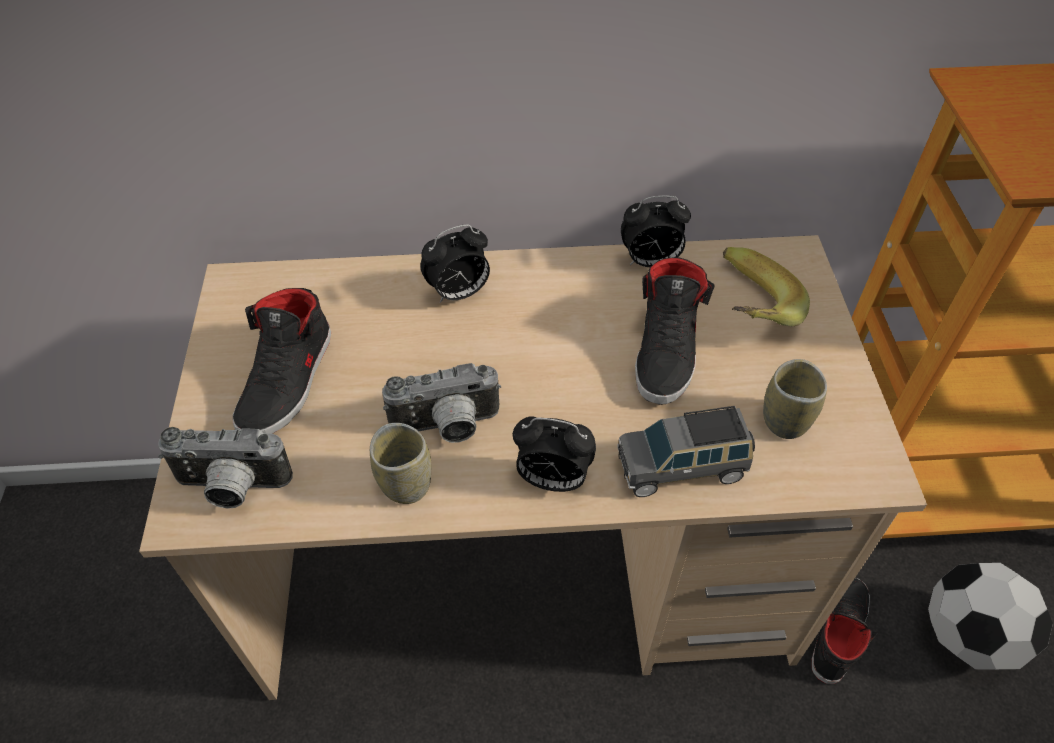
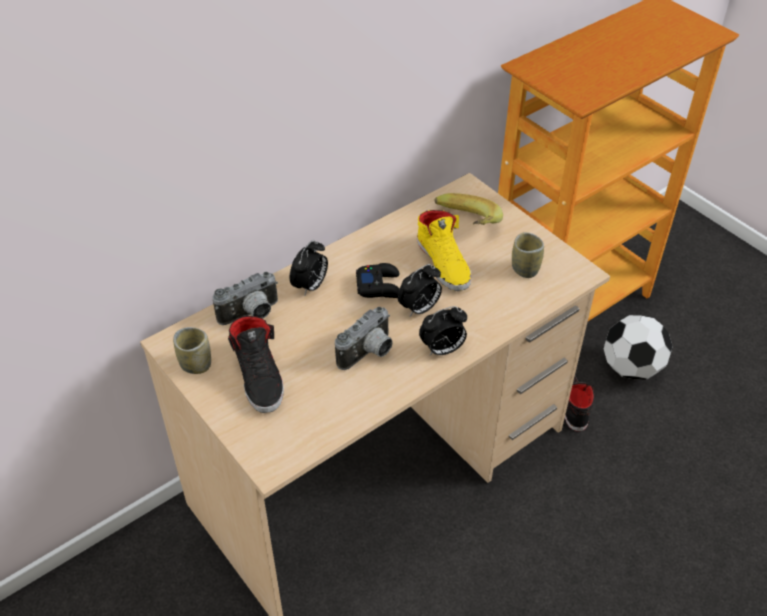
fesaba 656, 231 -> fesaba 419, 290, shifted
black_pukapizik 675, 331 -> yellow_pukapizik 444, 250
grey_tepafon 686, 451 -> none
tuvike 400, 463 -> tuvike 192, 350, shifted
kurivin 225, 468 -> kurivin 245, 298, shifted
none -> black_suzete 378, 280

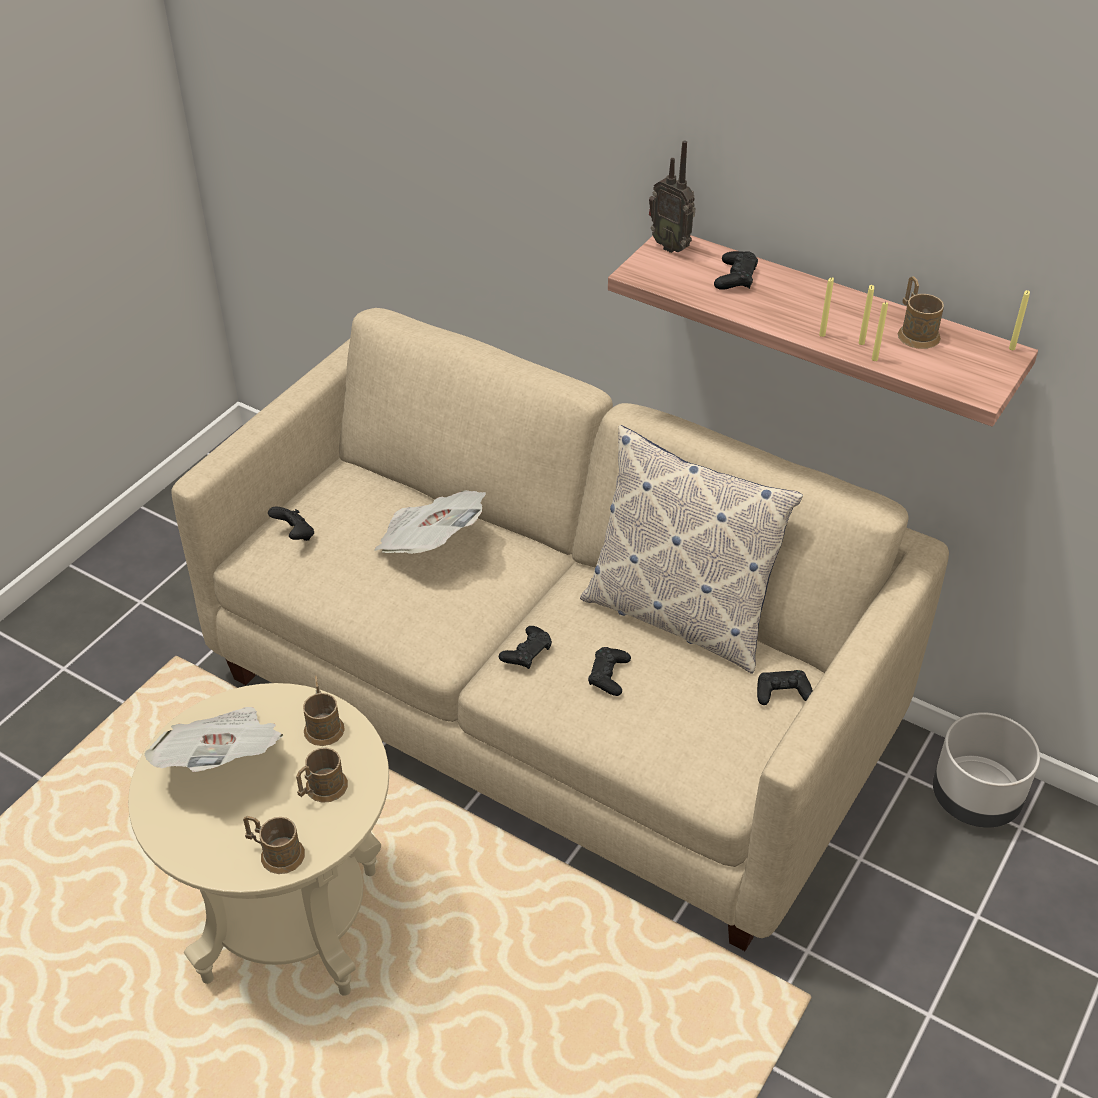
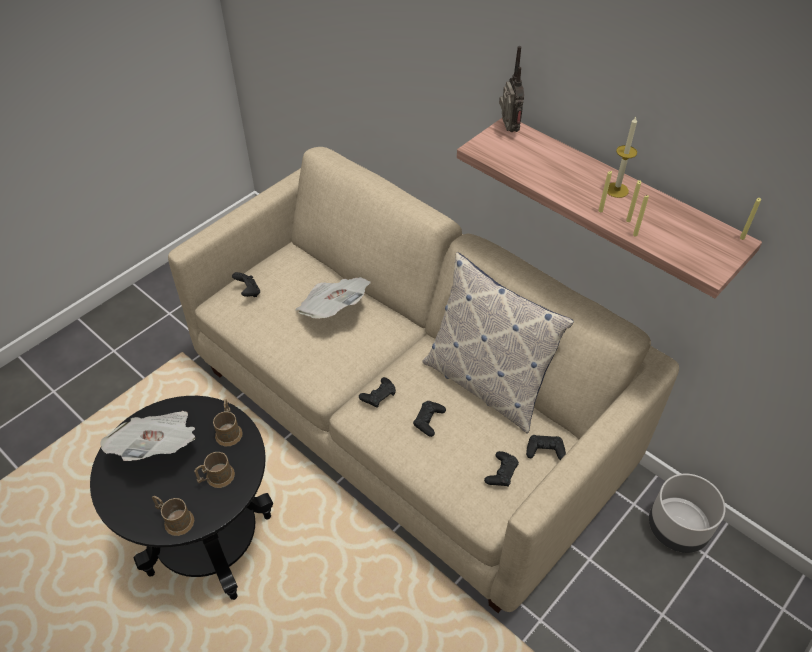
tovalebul 672, 196 -> tovalebul 511, 89, 150 degrees counterclockwise
black_suzete 736, 270 -> black_suzete 501, 468, shifted
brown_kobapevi 921, 312 -> none
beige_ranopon 258, 839 -> black_ranopon 181, 498
none -> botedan 622, 157

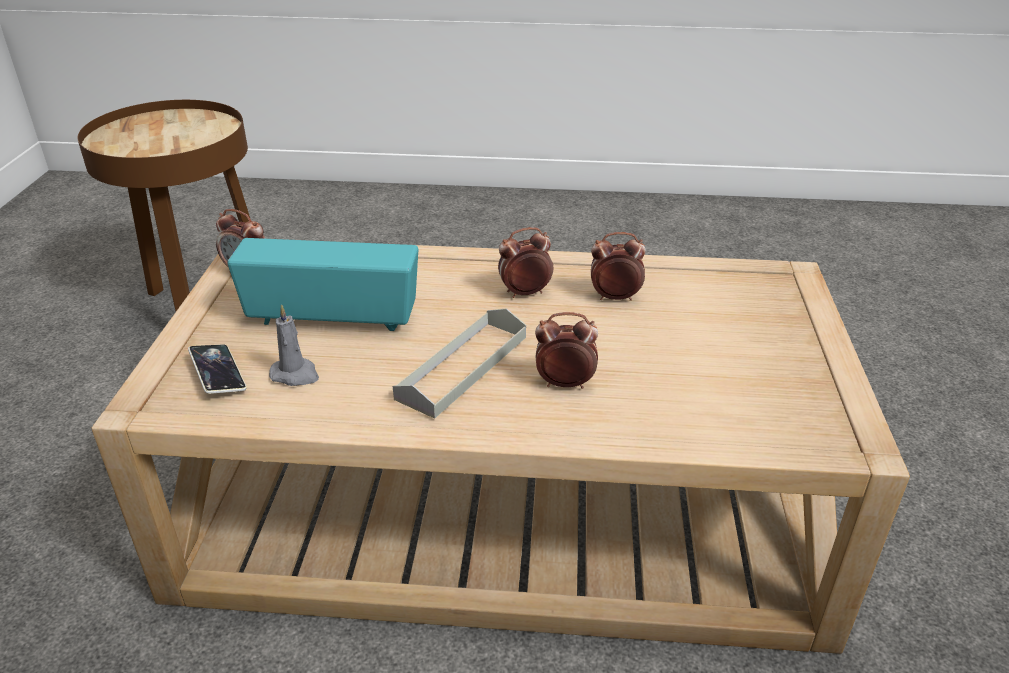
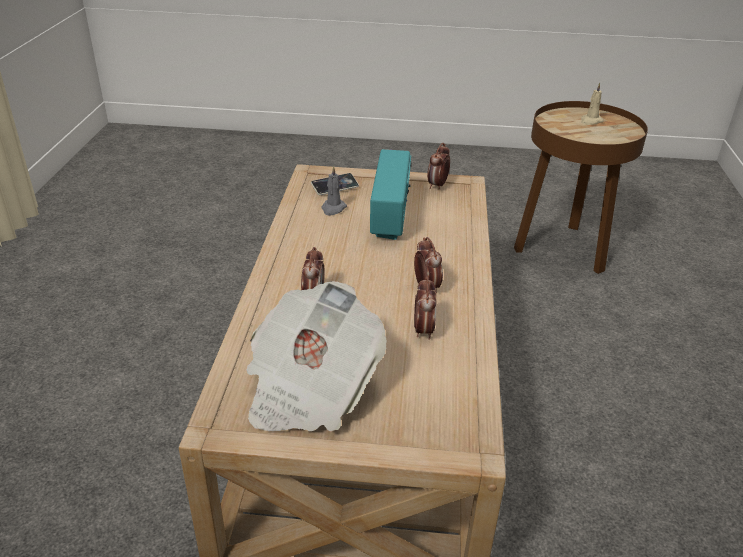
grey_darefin 459, 363 -> none
none -> beige_botedan 592, 104
none -> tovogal 316, 356

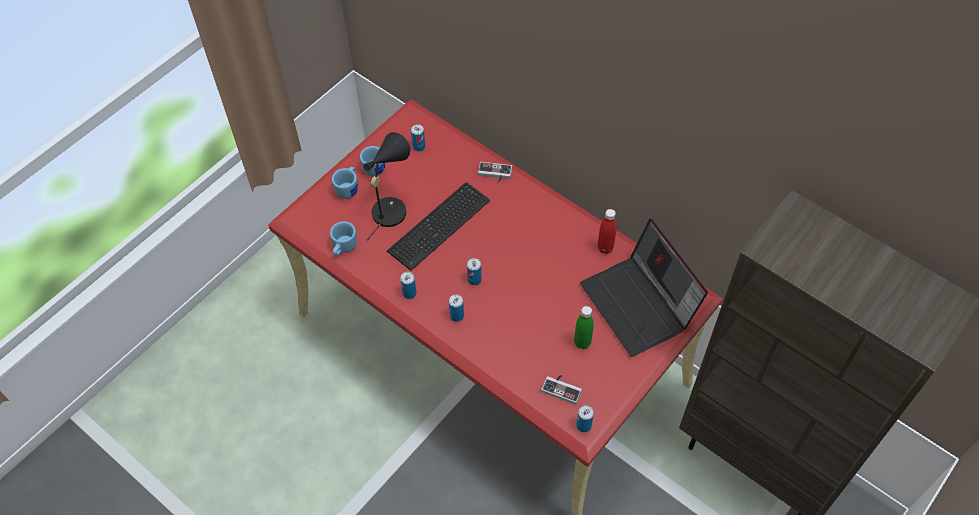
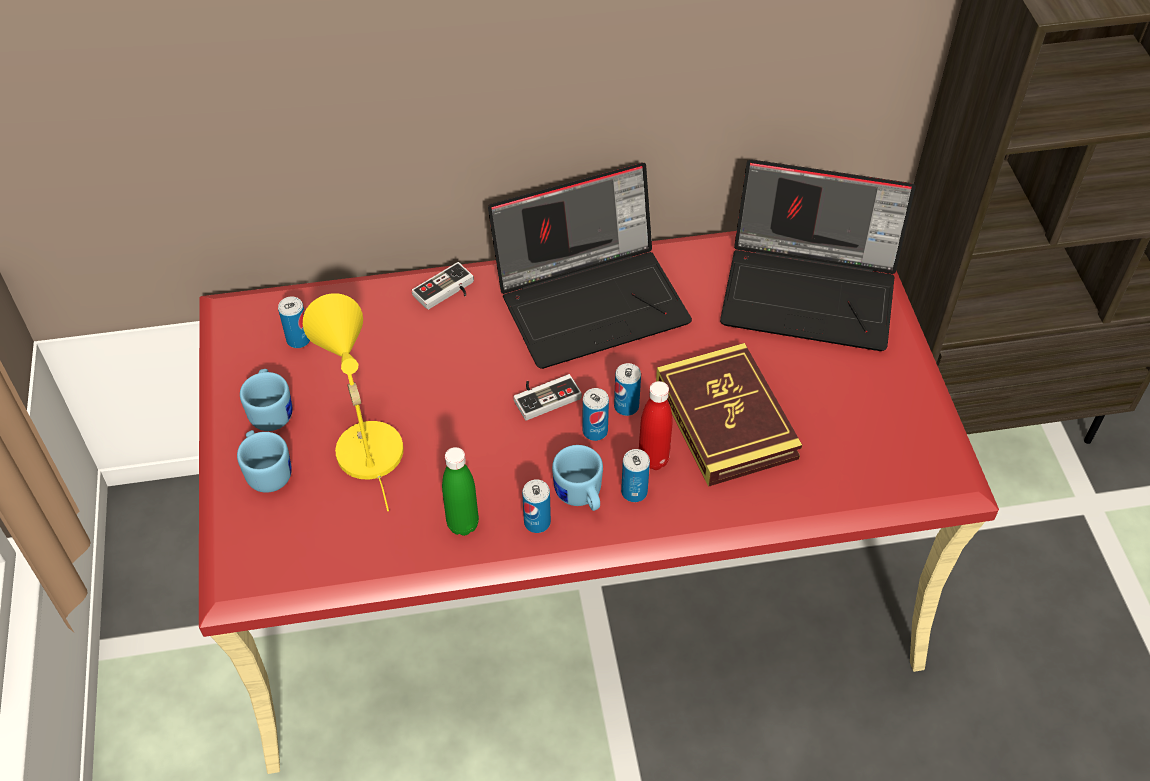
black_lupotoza 386, 186 -> yellow_lupotoza 353, 402
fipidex 438, 226 -> none
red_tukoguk 607, 231 -> red_tukoguk 656, 425, shifted
blue_kobapevi 343, 238 -> blue_kobapevi 577, 478, shifted
green_tukoguk 584, 327 -> green_tukoguk 460, 491, shifted
suzete 561, 390 -> suzete 547, 397, shifted
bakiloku 585, 418 -> bakiloku 627, 389, shifted
none -> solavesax 590, 265
none -> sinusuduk 729, 415

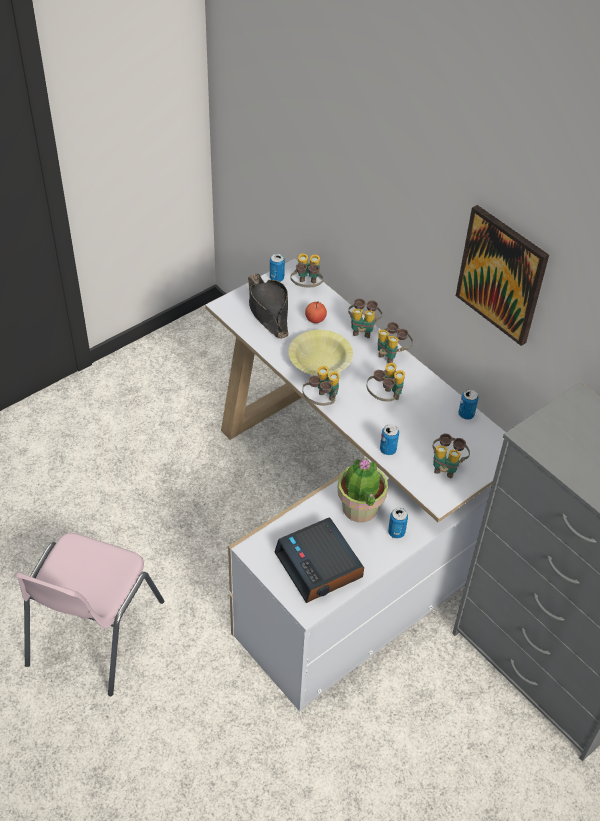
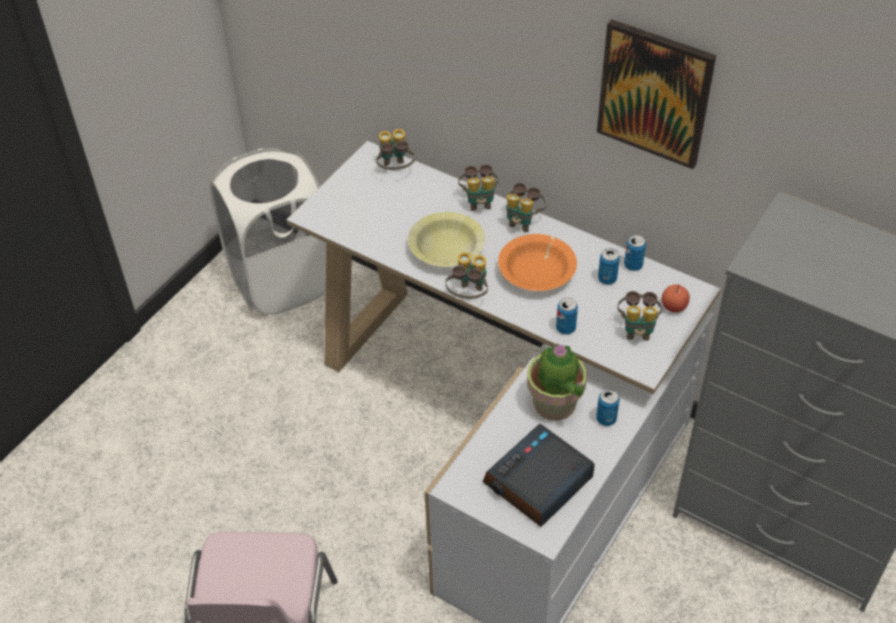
bakiloku 277, 268 -> bakiloku 609, 266, shifted
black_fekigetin 268, 306 -> none
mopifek 316, 312 -> mopifek 676, 298, shifted
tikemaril 385, 382 -> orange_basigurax 537, 262
fesaba 319, 560 -> fesaba 539, 475, 90 degrees clockwise
none -> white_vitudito 268, 231

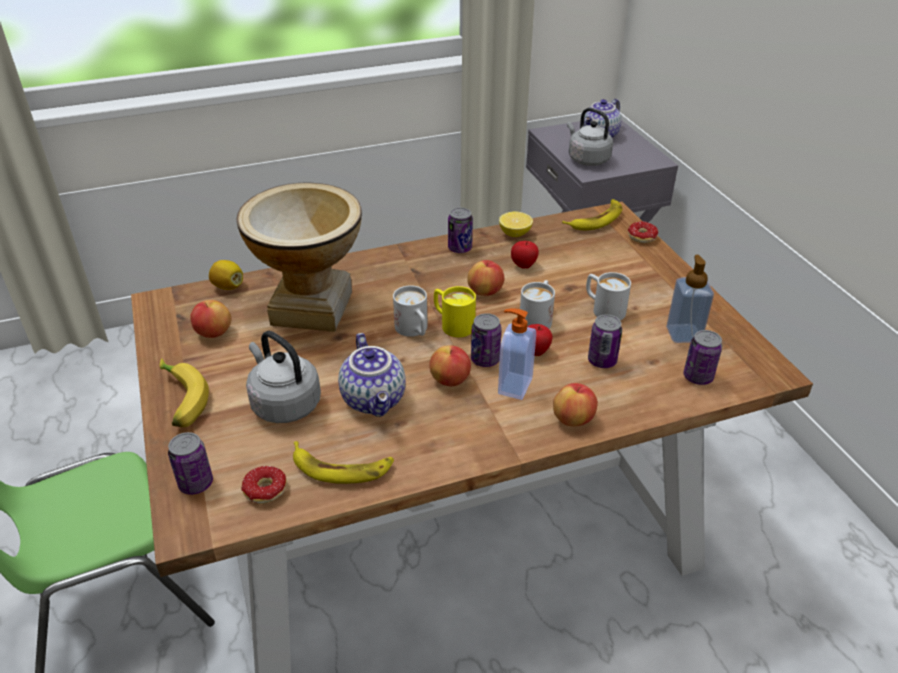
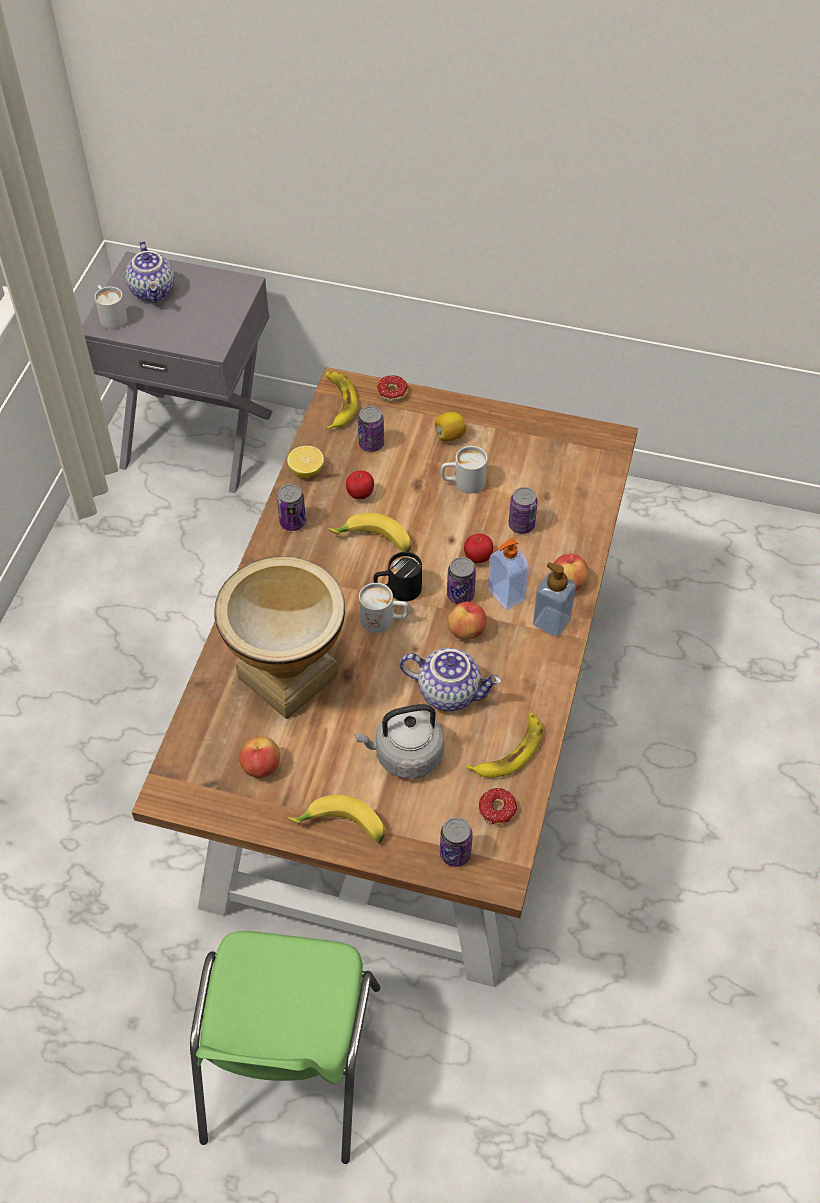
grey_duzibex 590, 137 -> none
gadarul 690, 299 -> gadarul 554, 599, shifted
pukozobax 226, 275 -> pukozobax 450, 427, shifted
mopifek 486, 278 -> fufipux 369, 532
white_kobapevi 537, 304 -> white_kobapevi 111, 307, shifted
yellow_kobapevi 455, 311 -> black_kobapevi 397, 576
bakiloku 702, 357 -> bakiloku 371, 429, shifted

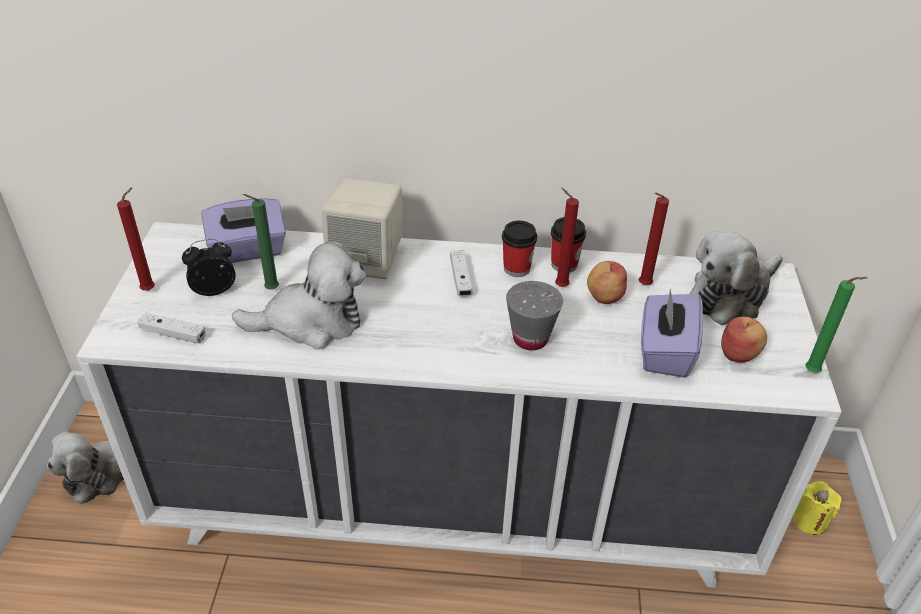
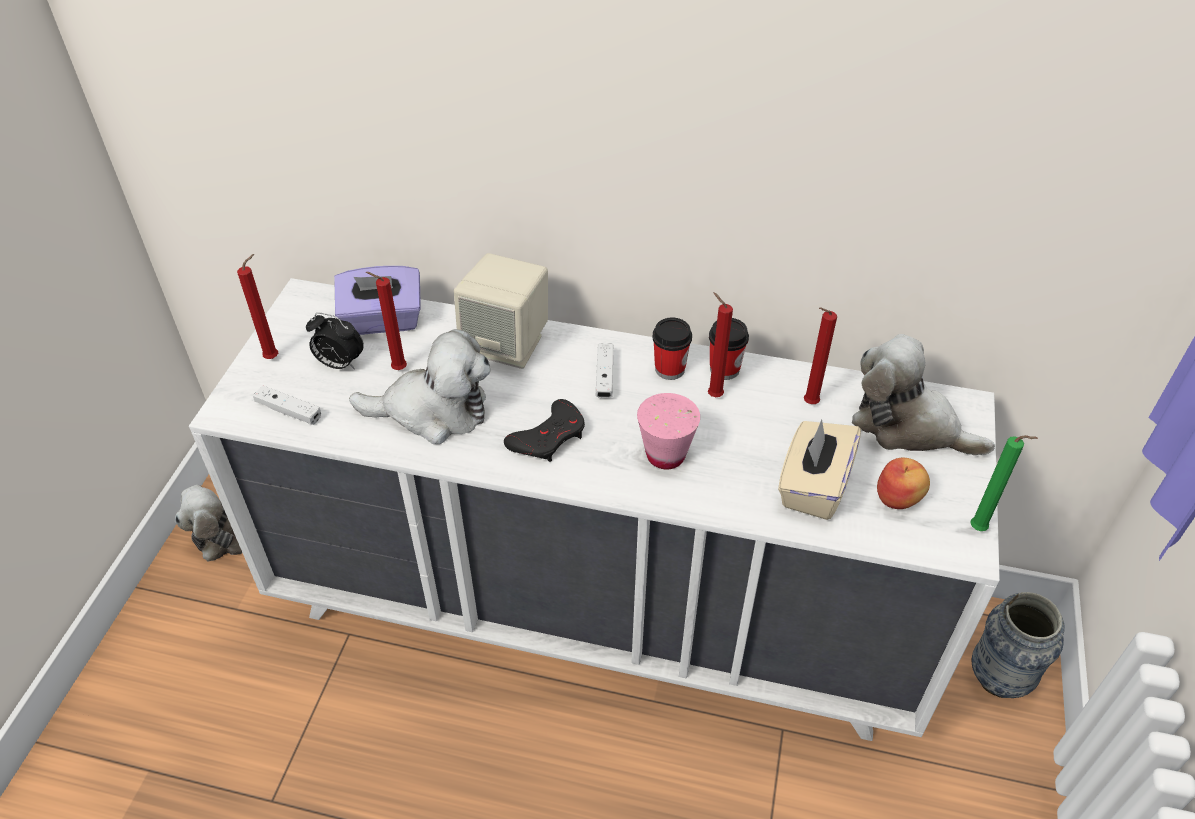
green_botedan 261, 242 -> red_botedan 386, 321
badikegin 736, 278 -> badikegin 923, 394, 60 degrees clockwise
fesaba 209, 267 -> fesaba 335, 341, 150 degrees counterclockwise
mopifek 607, 282 -> none
grey_tuvike 534, 315 -> pink_tuvike 668, 431
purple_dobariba 672, 333 -> beige_dobariba 819, 469
yellow_botedan 817, 508 -> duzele 1018, 645
none -> black_suzete 544, 430

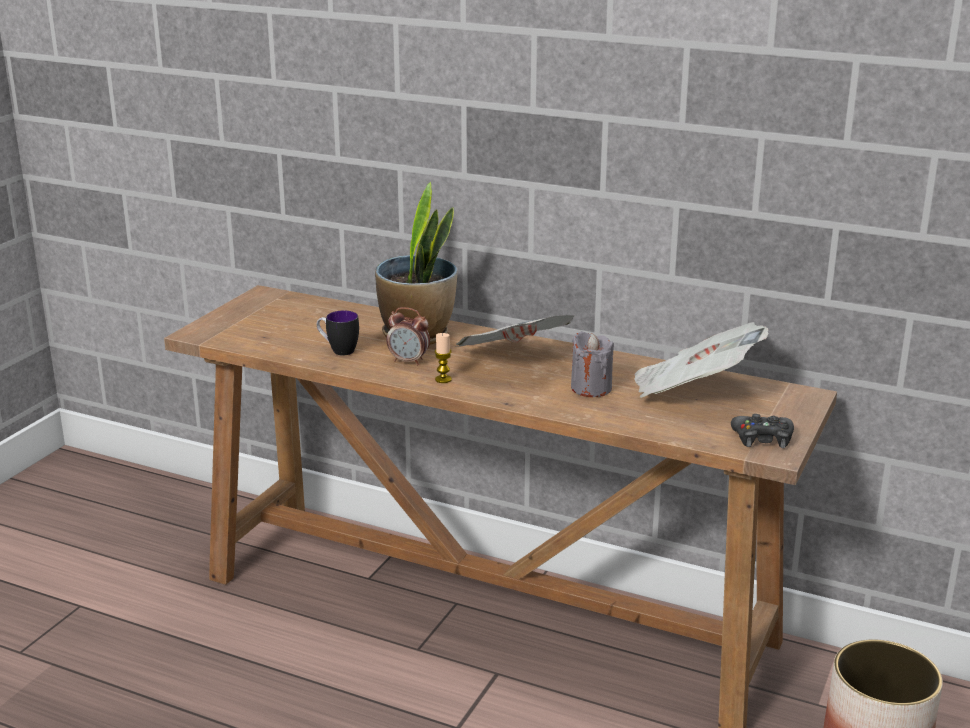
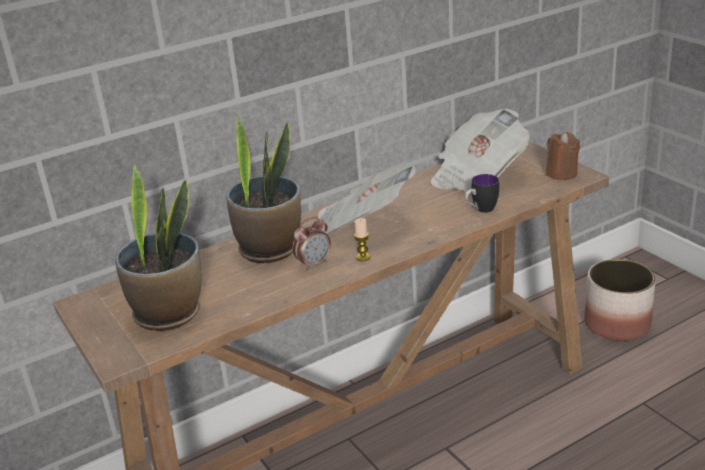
kobapevi 338, 333 -> kobapevi 482, 193, shifted
grey_botedan 592, 364 -> none
black_suzete 762, 431 -> brown_botedan 563, 156
none -> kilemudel 158, 247

